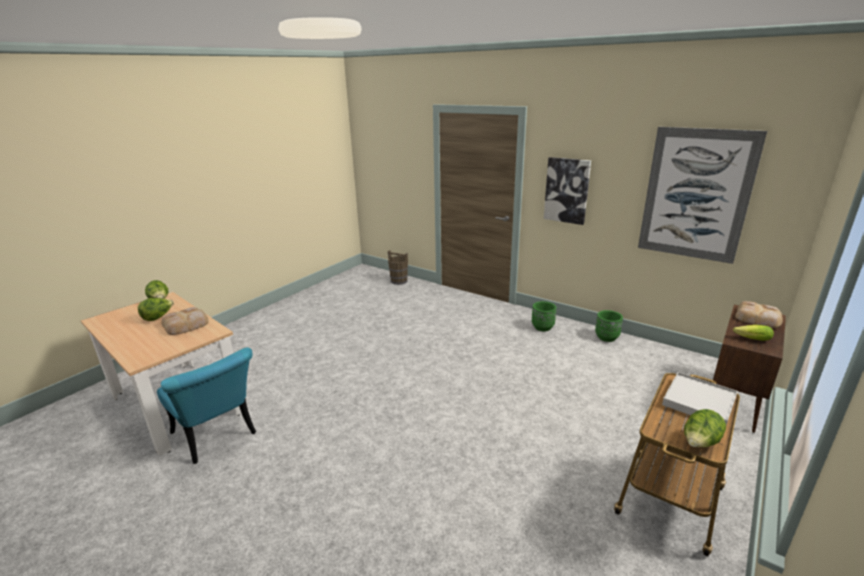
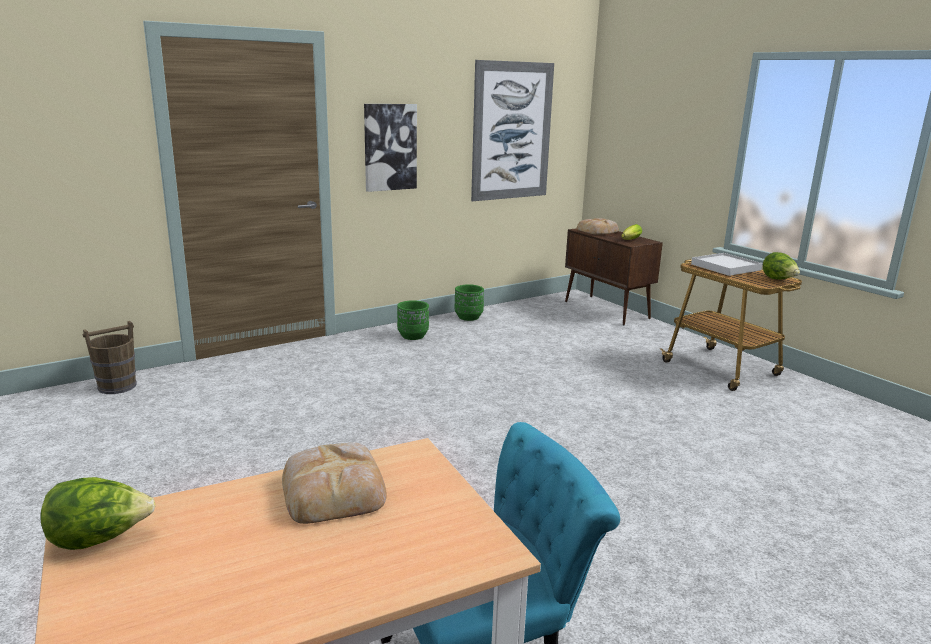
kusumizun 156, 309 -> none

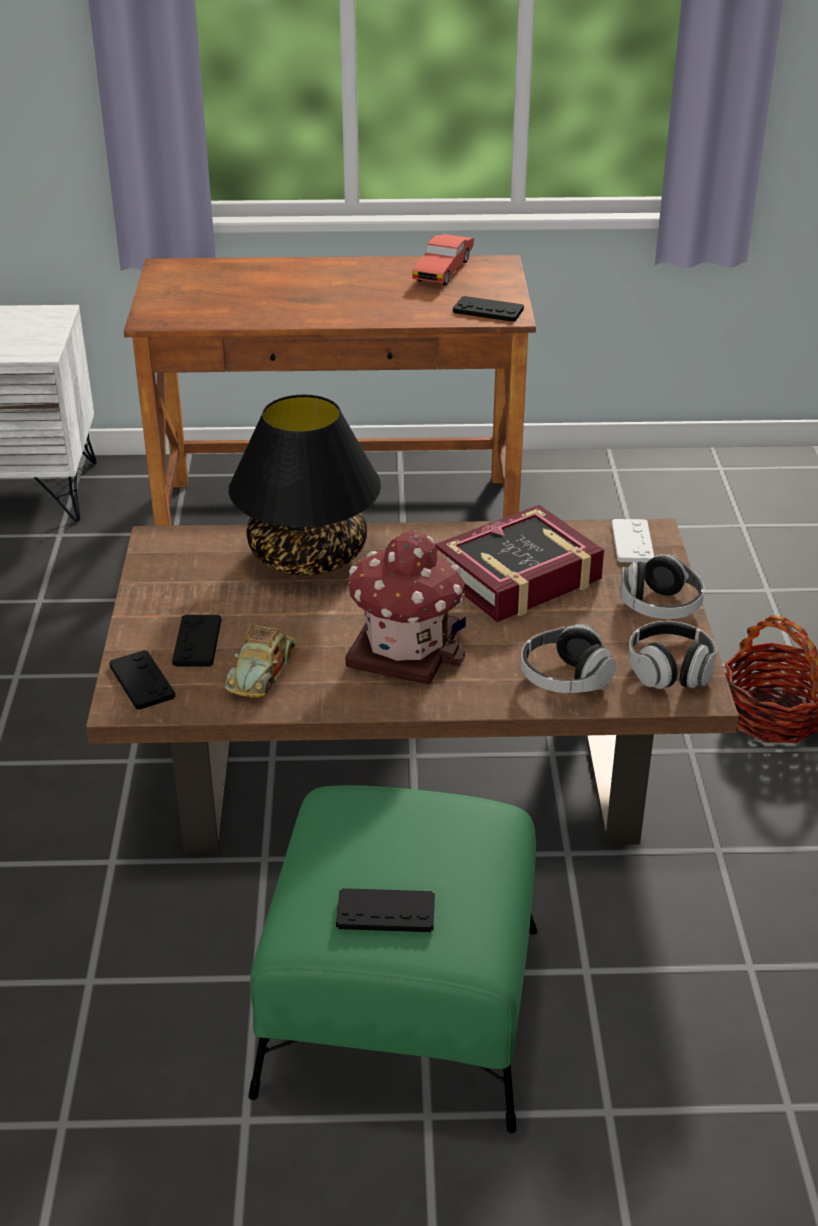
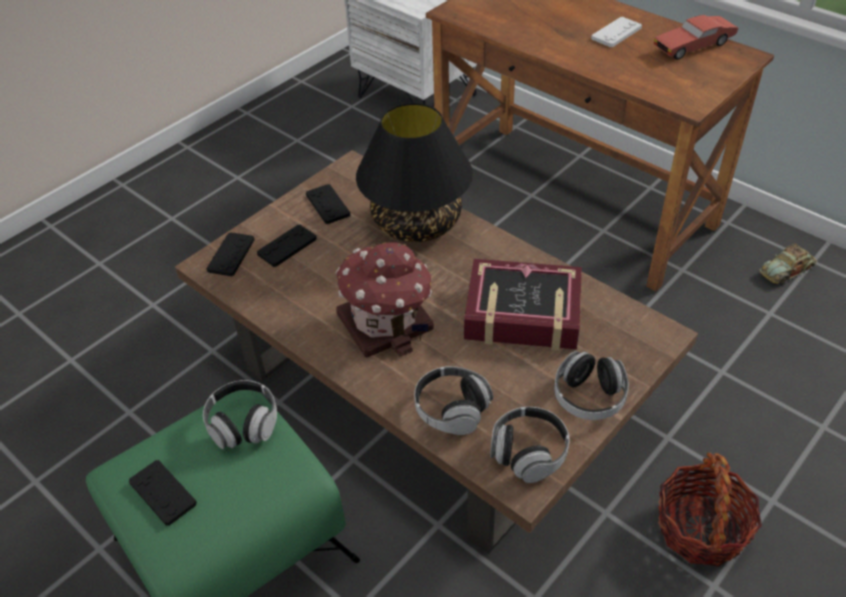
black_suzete 488, 309 -> black_suzete 328, 204, shifted
white_suzete 633, 541 -> white_suzete 616, 32, shifted
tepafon 260, 661 -> tepafon 788, 263, shifted
none -> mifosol 240, 414

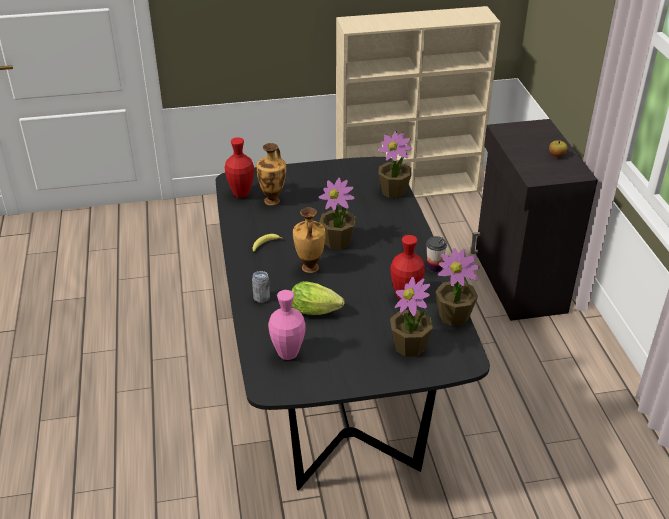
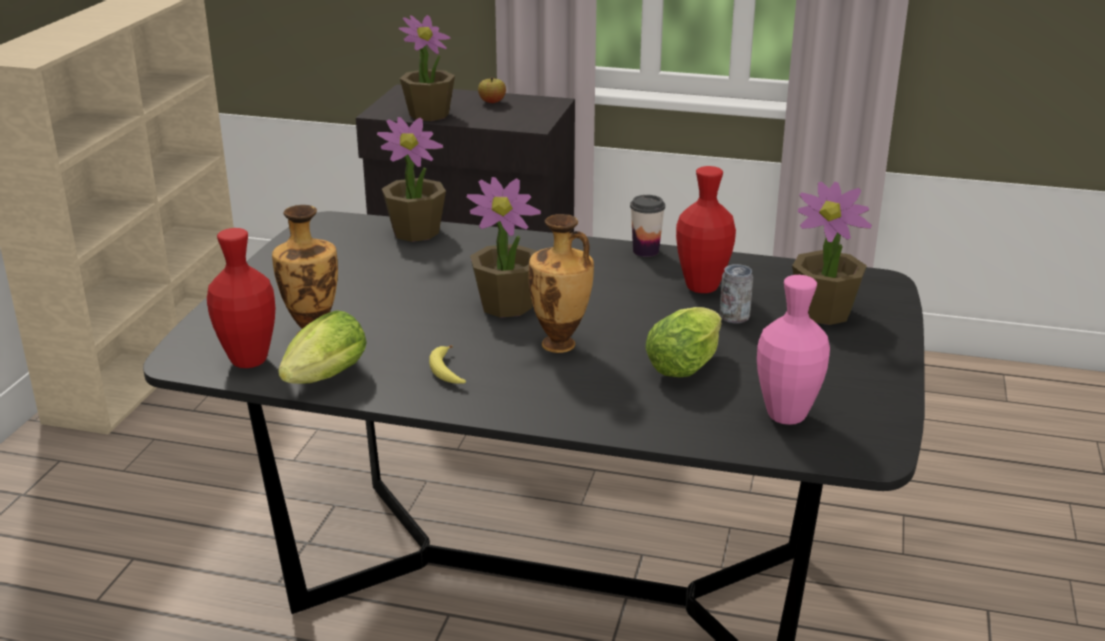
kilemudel 457, 287 -> kilemudel 427, 68, shifted
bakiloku 261, 287 -> bakiloku 736, 294, shifted
none -> kusumizun 322, 347

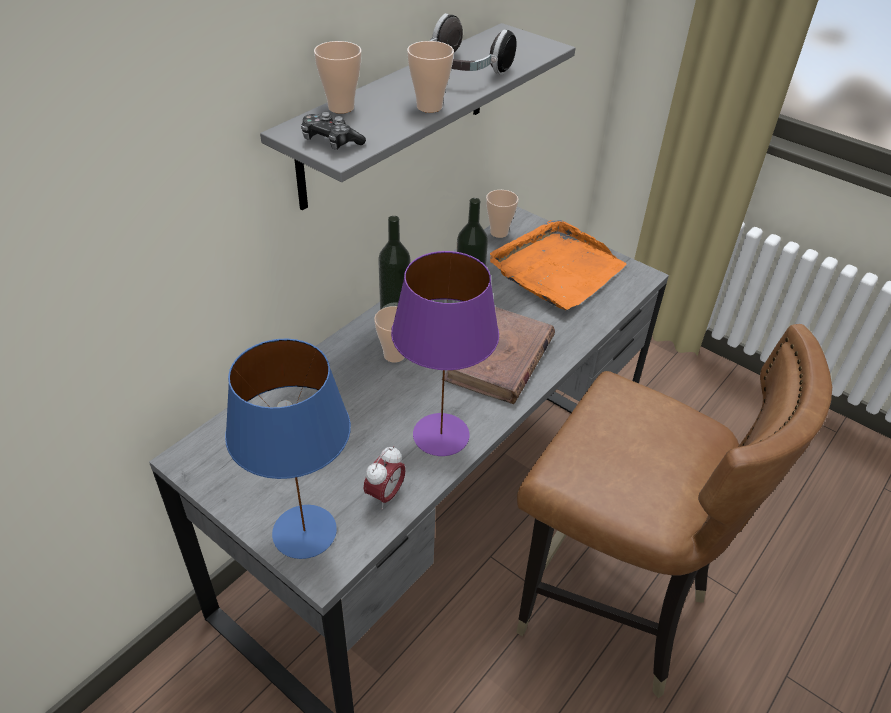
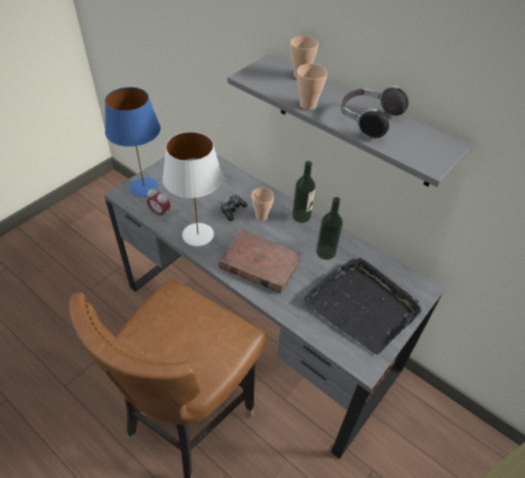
suzete 333, 131 -> suzete 234, 208, shifted
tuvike 502, 214 -> none
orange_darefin 558, 265 -> black_darefin 362, 306
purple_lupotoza 445, 353 -> white_lupotoza 192, 189

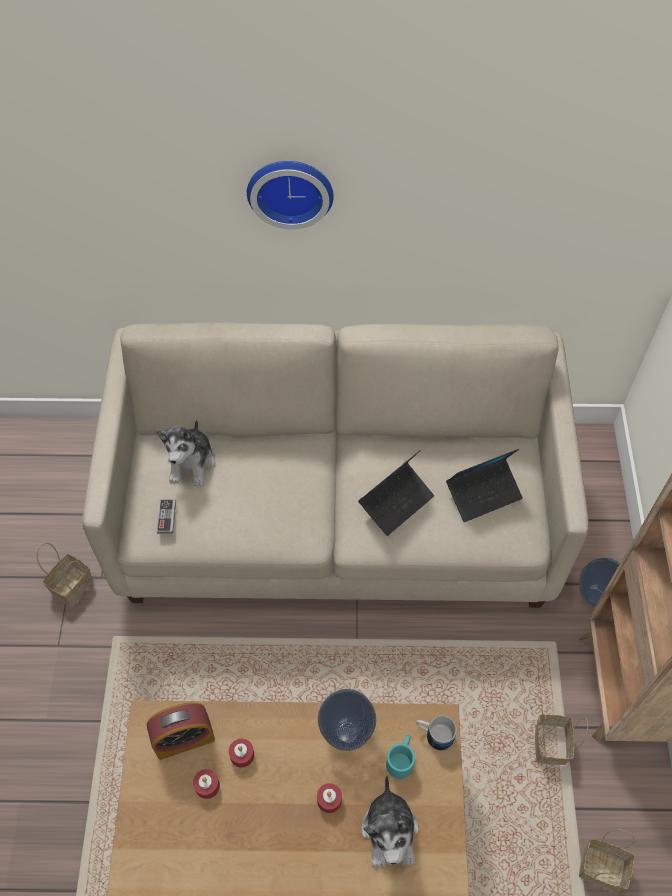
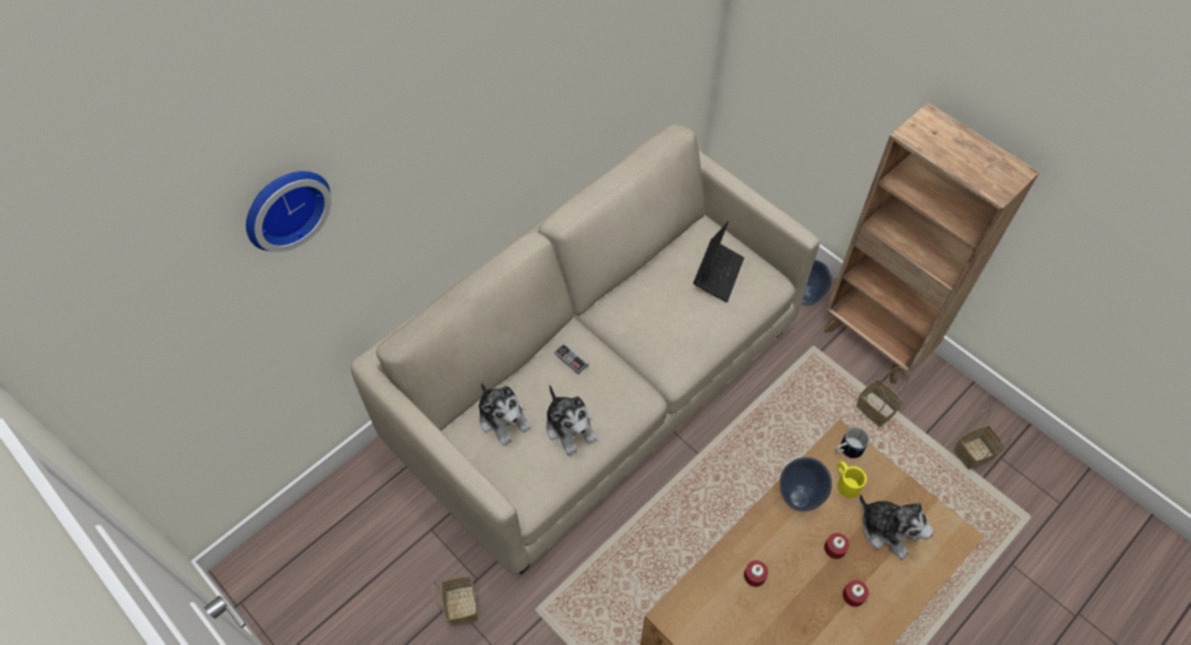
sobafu 290, 195 -> sobafu 288, 211, shifted
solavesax 396, 493 -> none
suzete 166, 516 -> suzete 571, 358, shifted
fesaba 181, 731 -> none
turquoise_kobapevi 400, 757 -> yellow_kobapevi 852, 479
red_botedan 206, 784 -> red_botedan 856, 593, shifted
none -> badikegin 572, 420

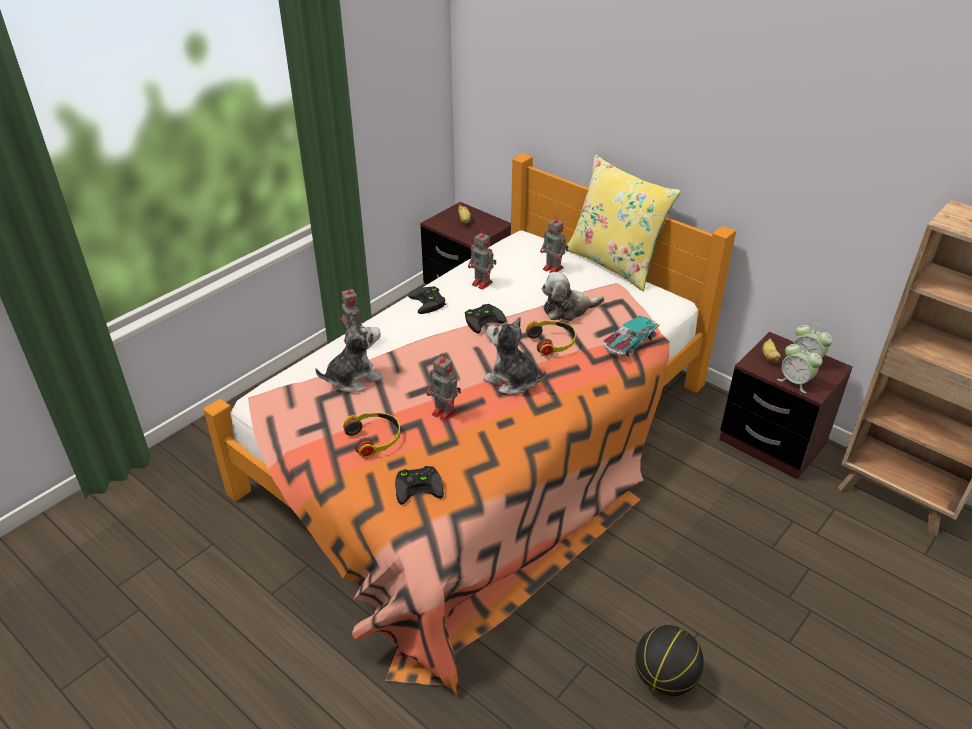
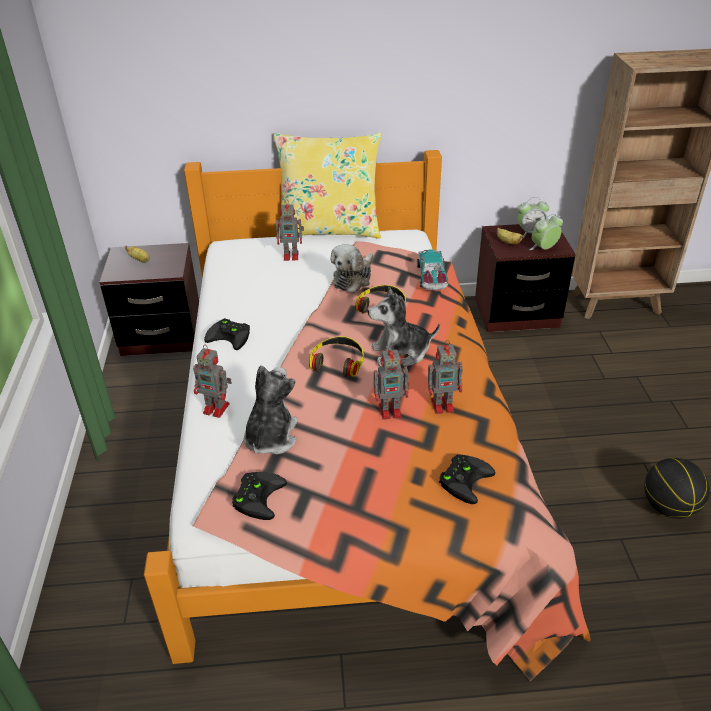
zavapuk 482, 260 -> zavapuk 445, 377, shifted
black_suzete 486, 318 -> black_suzete 259, 496, shifted
fesaba 799, 368 -> fesaba 546, 232, 150 degrees clockwise
mifosol 371, 435 -> mifosol 336, 356, shifted

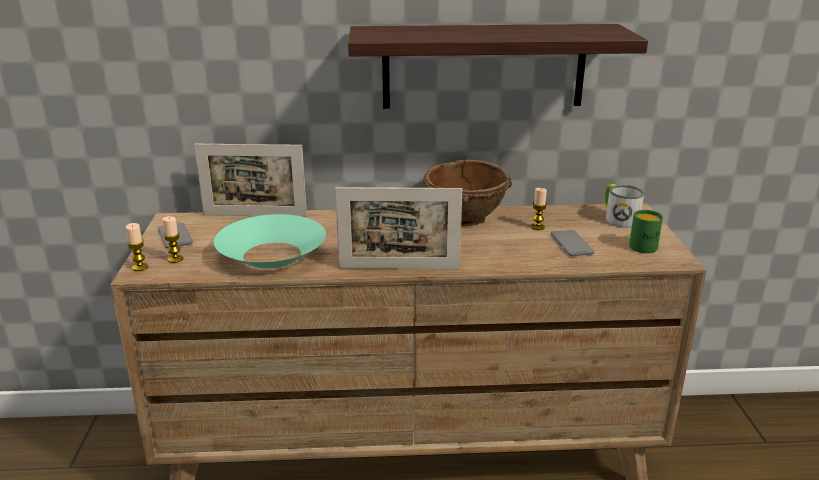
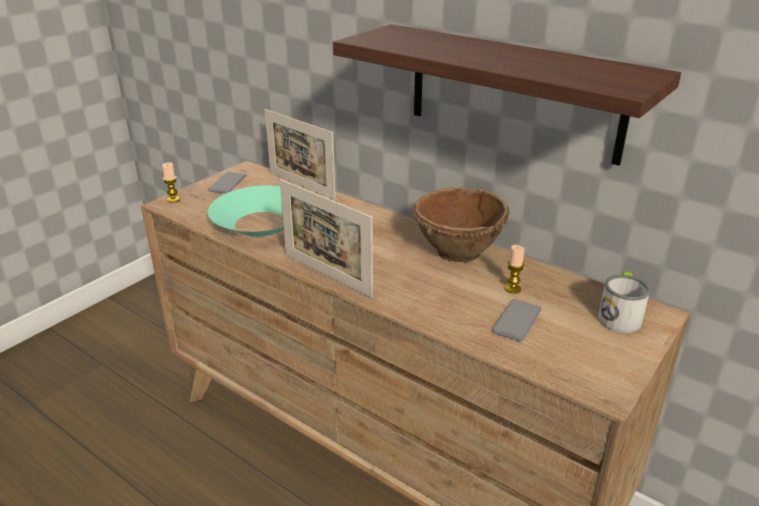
green_kobapevi 646, 231 -> none
botedan 172, 239 -> none

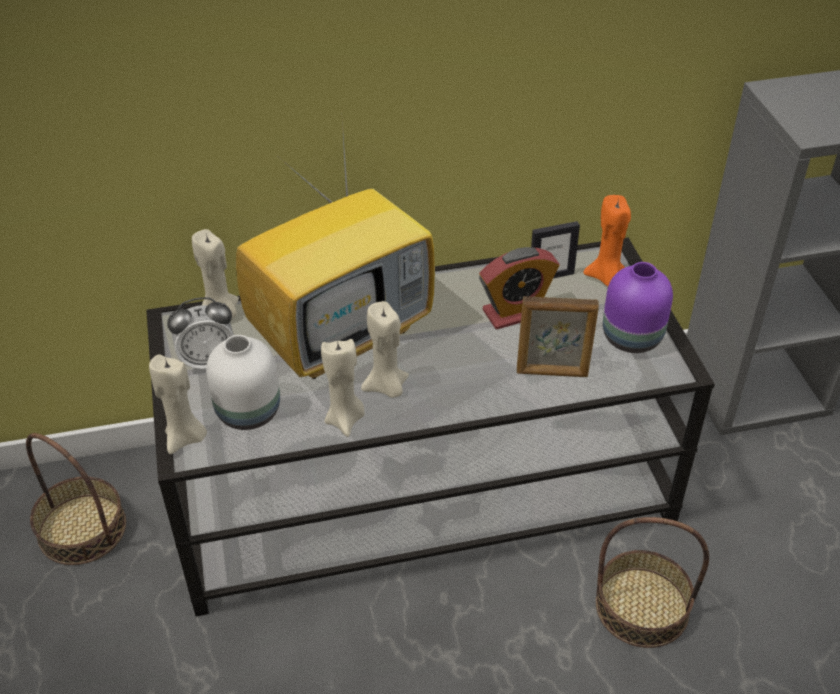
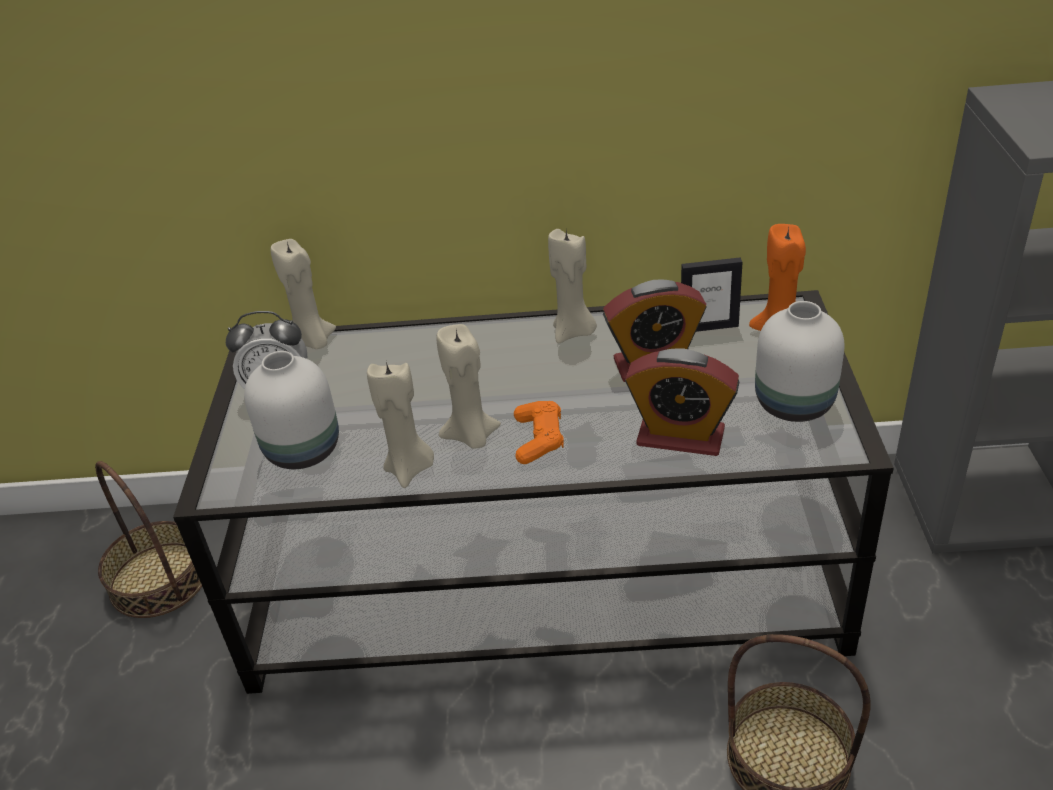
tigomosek 335, 243 -> none
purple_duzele 638, 307 -> white_duzele 799, 361
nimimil 558, 336 -> fesaba 682, 402
beige_botedan 178, 404 -> beige_botedan 572, 286, shifted
none -> orange_suzete 539, 432

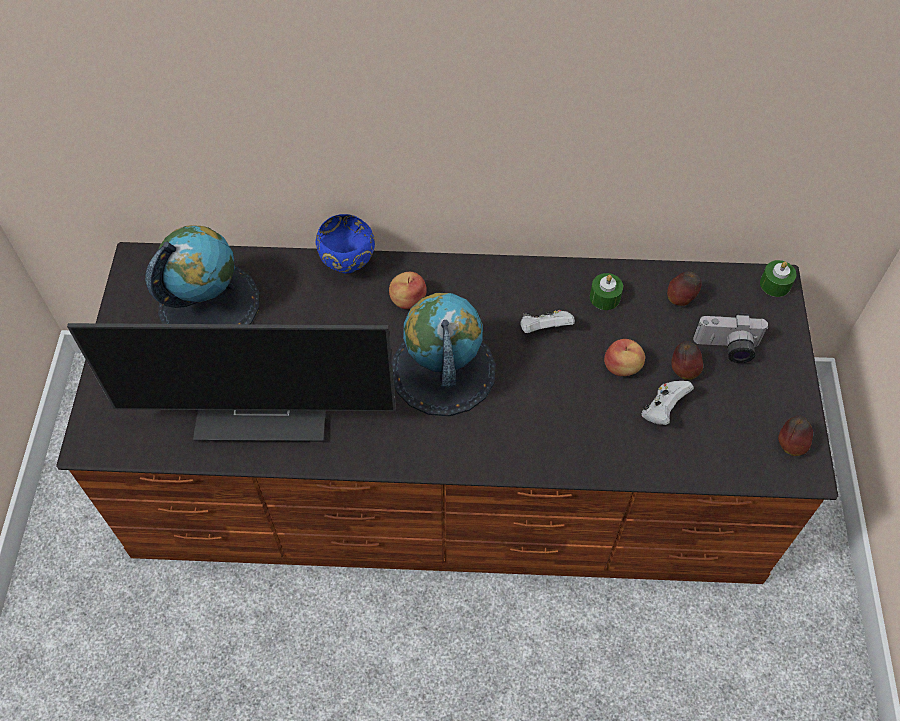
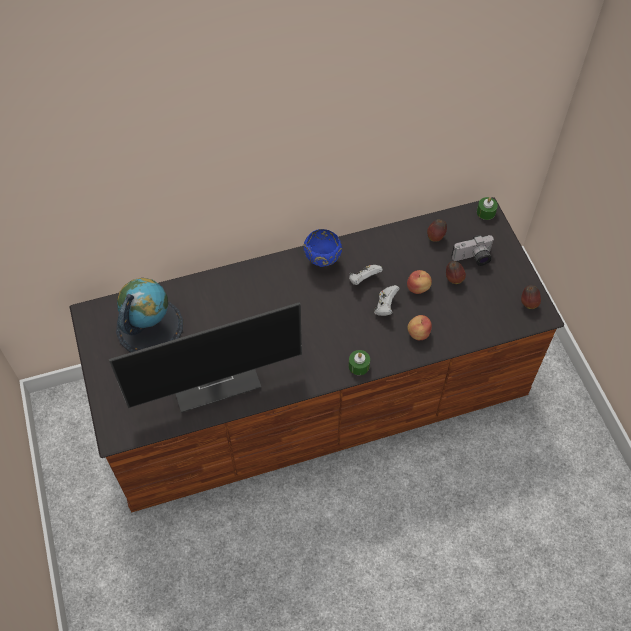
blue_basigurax 345, 244 -> blue_basigurax 323, 248, shifted
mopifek 408, 290 -> mopifek 420, 327, shifted
green_botedan 606, 291 -> green_botedan 359, 362, shifted
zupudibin 444, 354 -> none
white_suzete 668, 403 -> white_suzete 387, 300, shifted

